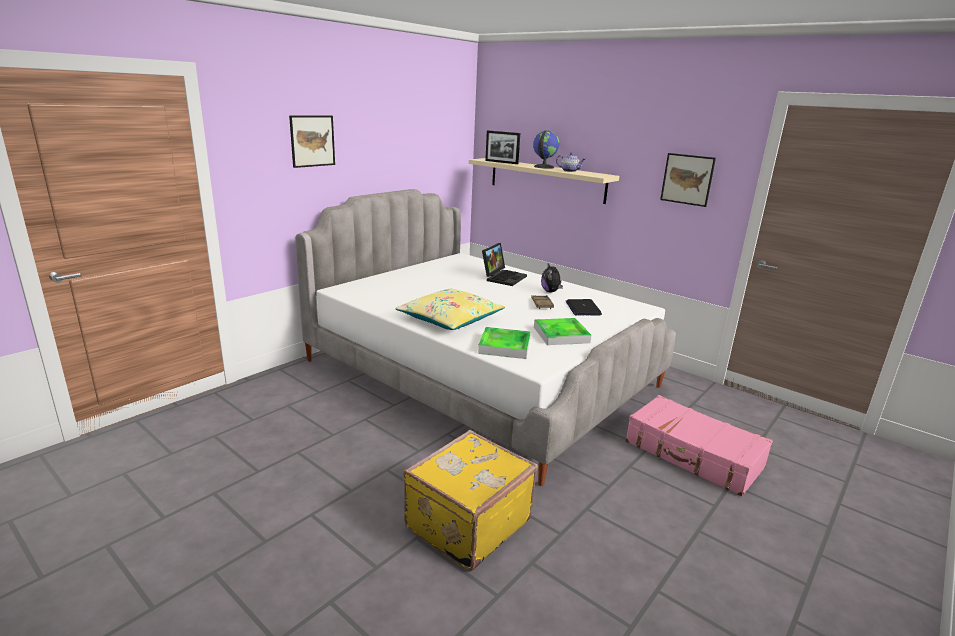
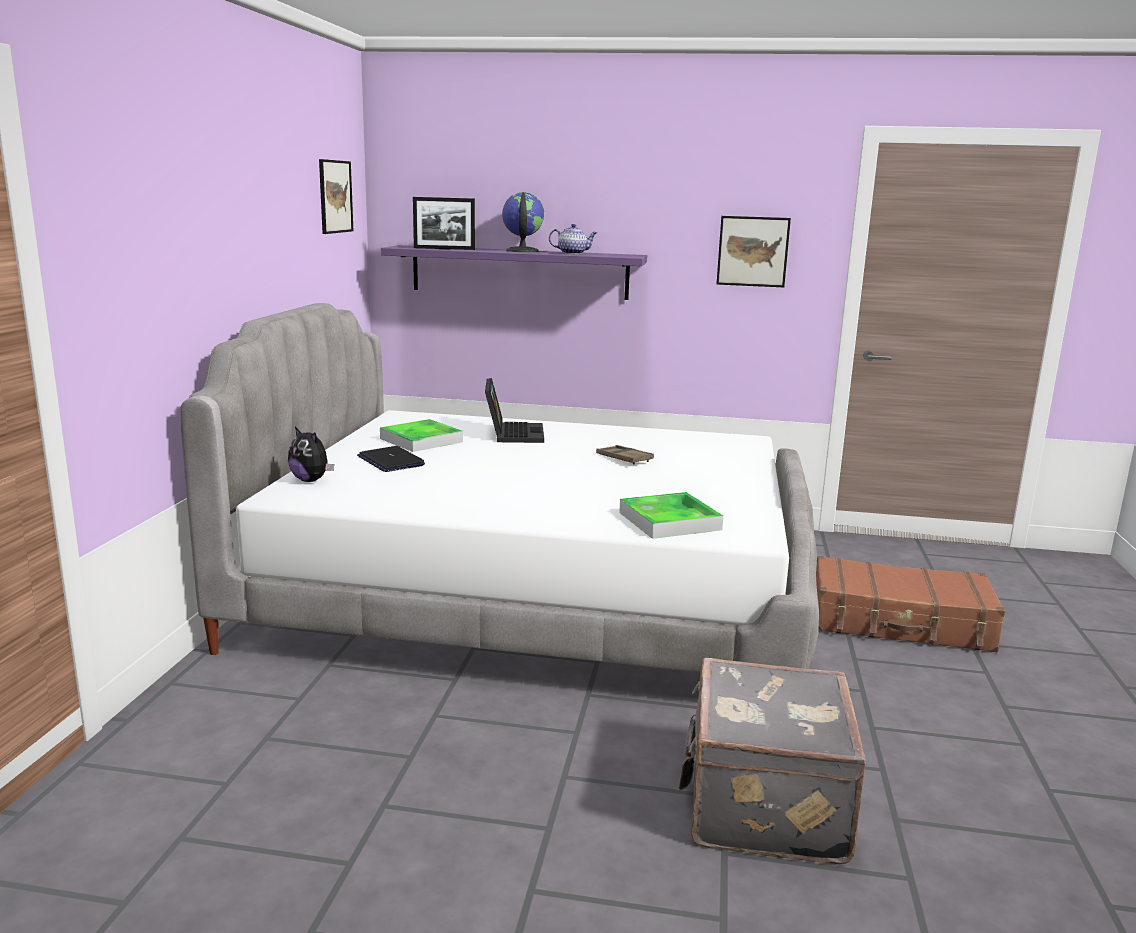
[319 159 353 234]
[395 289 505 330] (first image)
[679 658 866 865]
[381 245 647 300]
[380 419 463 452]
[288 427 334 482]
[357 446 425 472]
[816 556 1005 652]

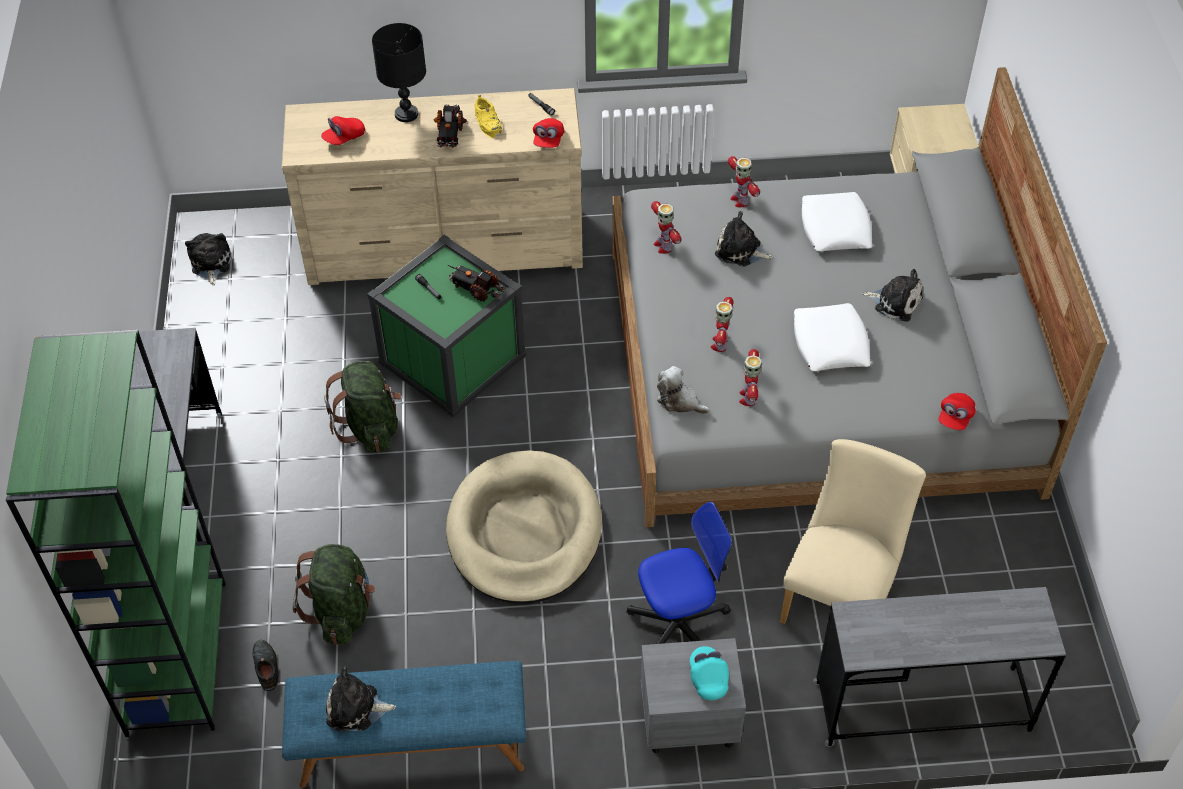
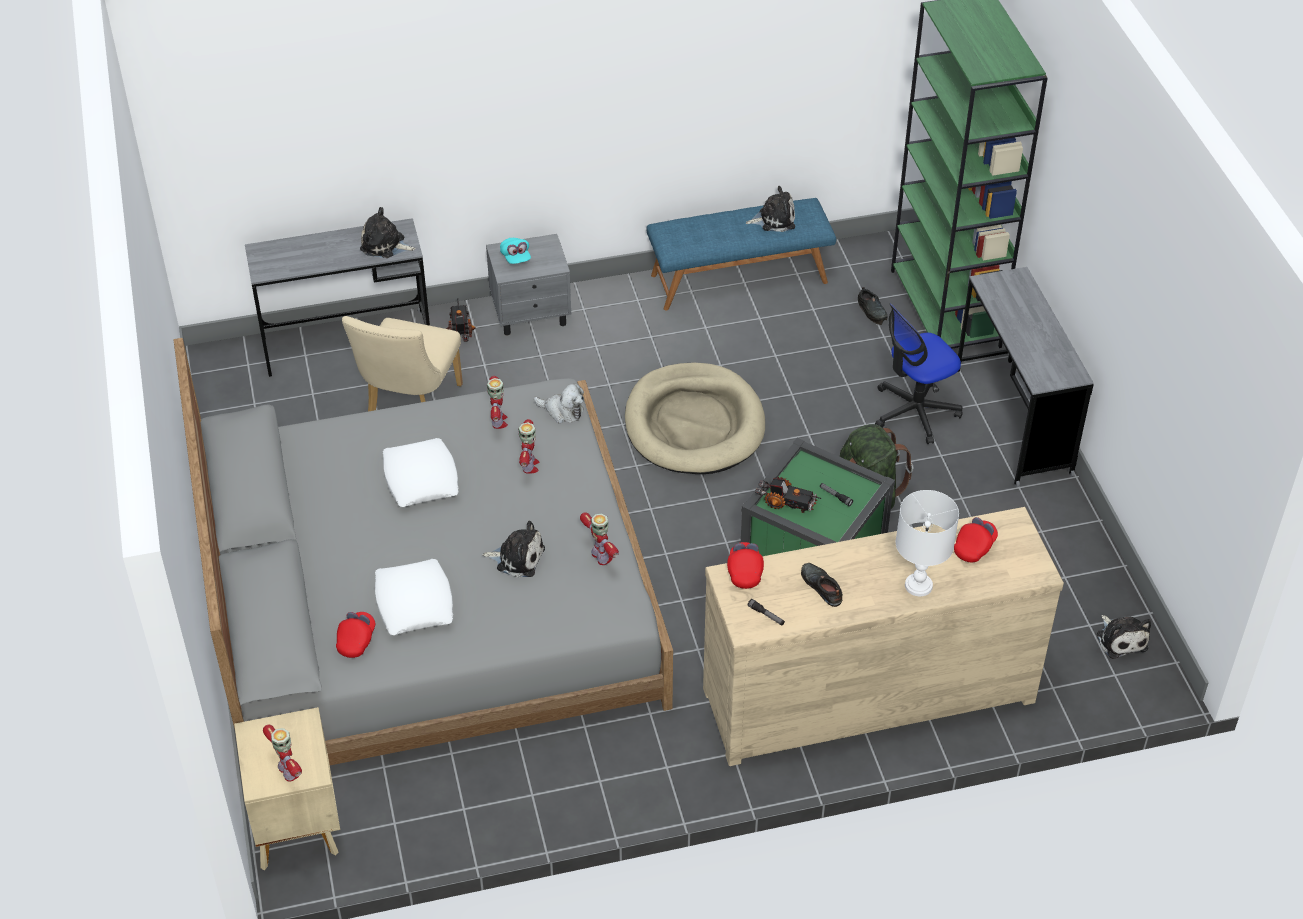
[293 544 375 644] (first image)
[896 490 959 596]
[446 298 476 342]
[801 563 843 607]
[875 303 963 444]
[263 724 302 782]
[360 207 415 258]
[336 612 375 658]

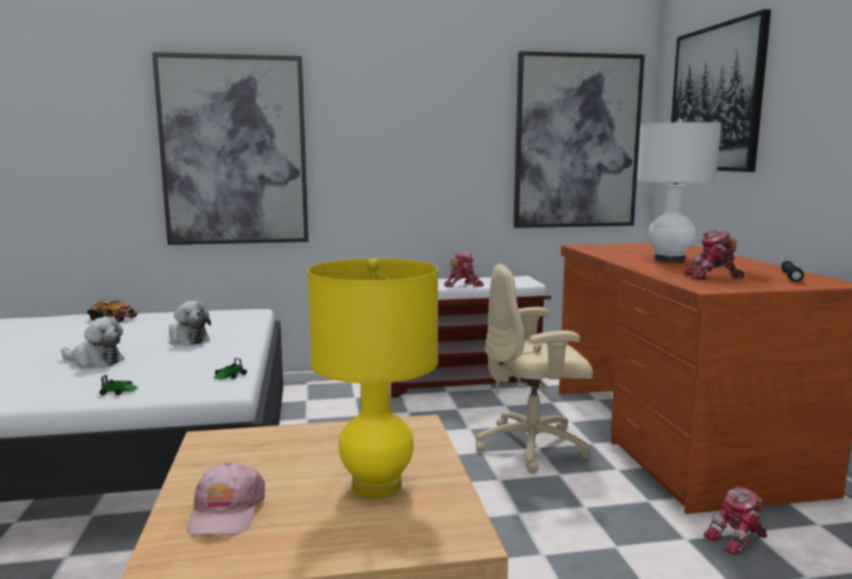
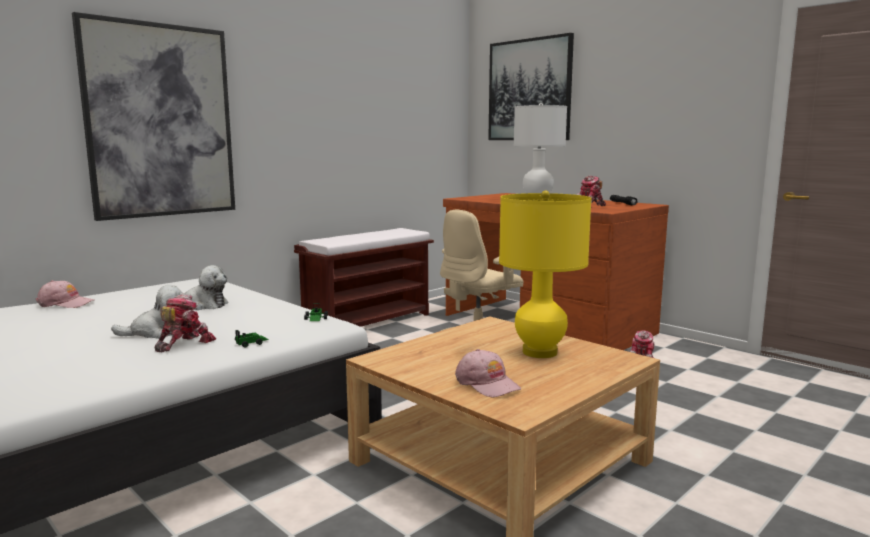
[36 280 94 308]
[155 294 216 353]
[514 51 645 228] (first image)

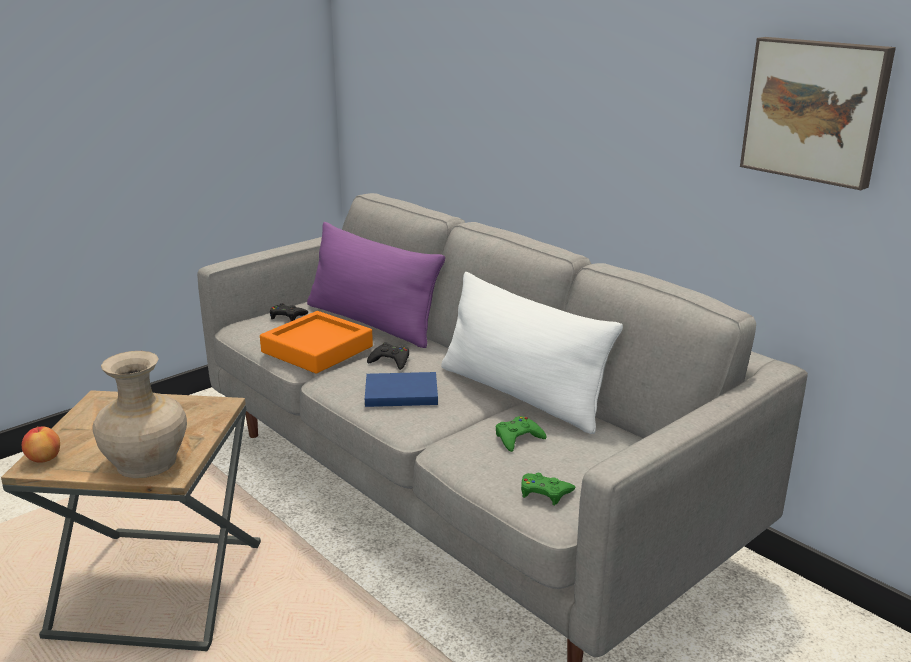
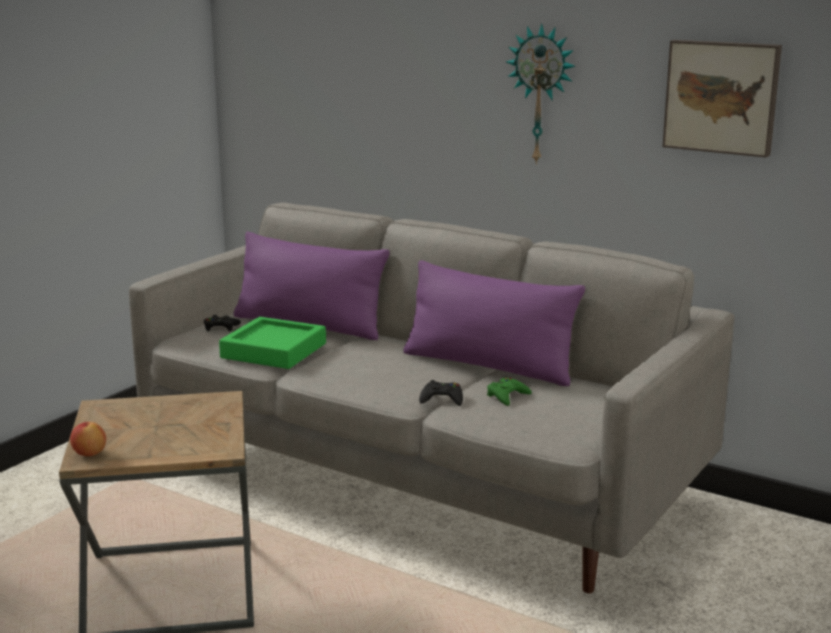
[92 351 187 478] (first image)
[219 317 326 369]
[365 372 438 407] (first image)
[419 380 463 406]
[403 260 585 386]
[521 473 575 505] (first image)
[506 23 575 165]

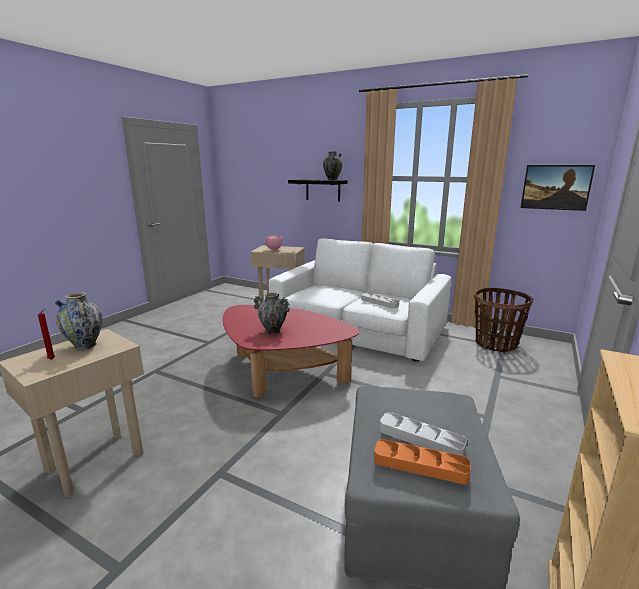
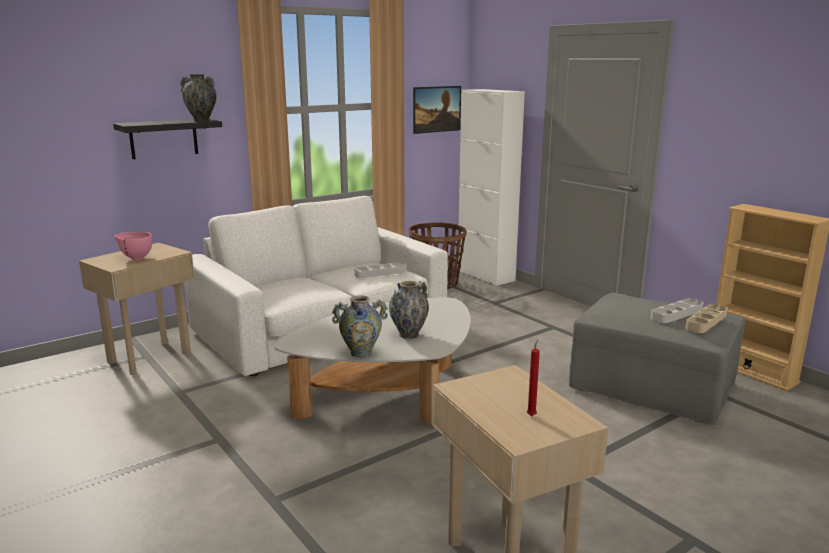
[332 295 388 358]
[274 297 471 426]
[685 304 728 333]
[458 89 525 286]

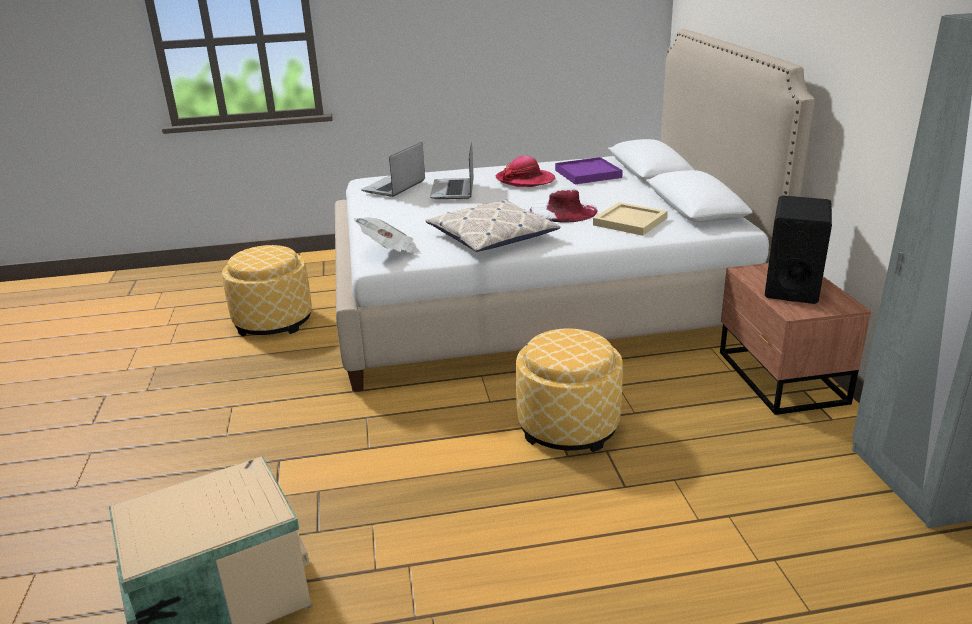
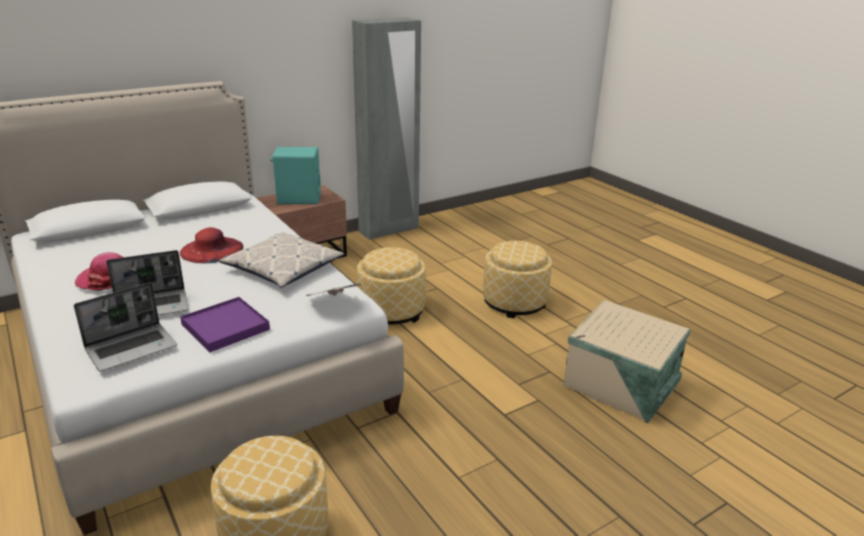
[74 283 177 371]
[180 227 243 263]
[180 297 270 352]
[593 202 668 236] (first image)
[270 147 321 204]
[483 241 552 318]

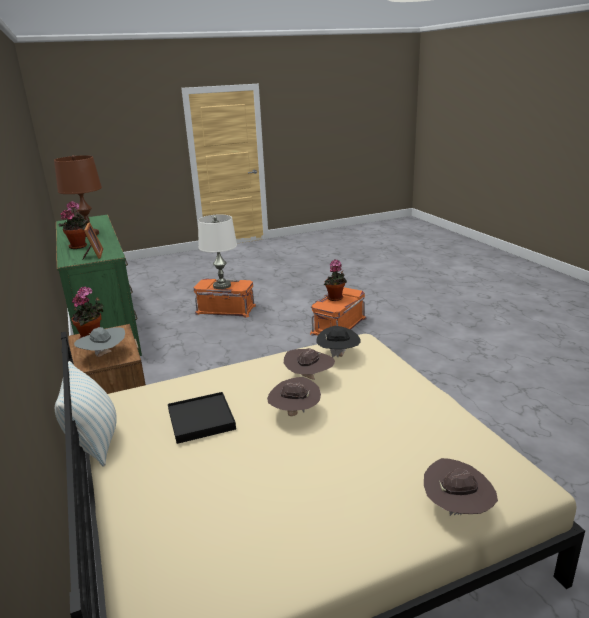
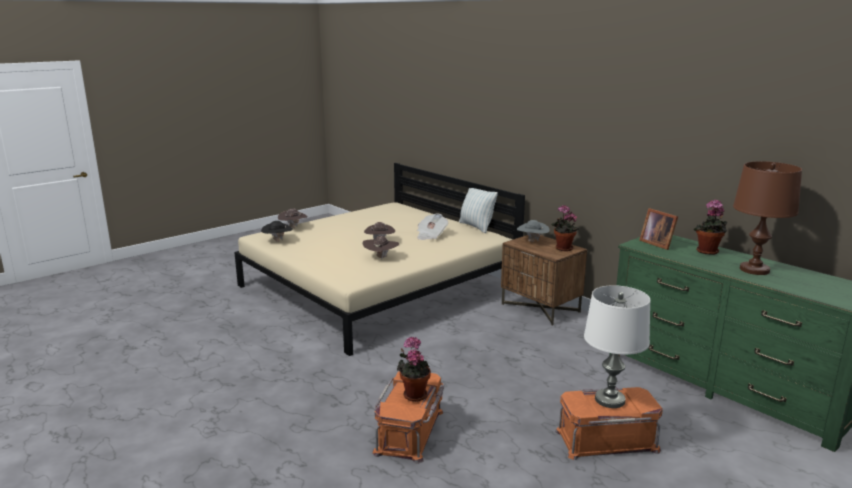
[417 213 448 240]
[261 221 293 242]

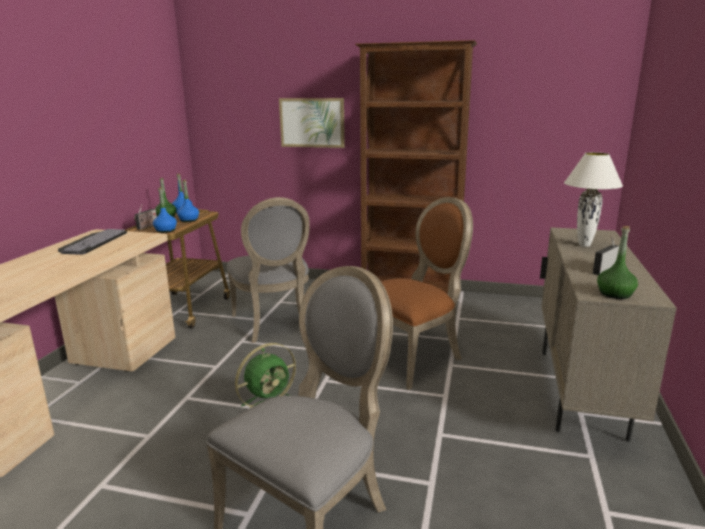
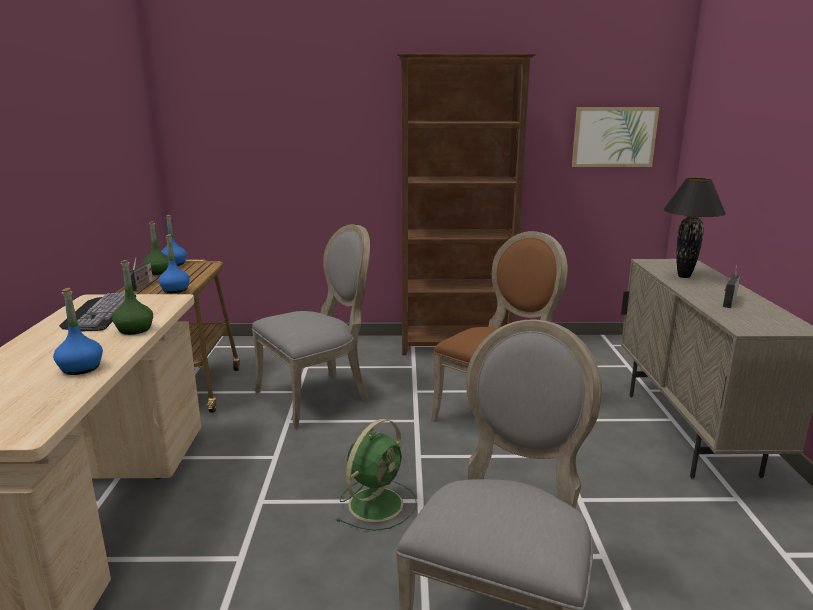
[53 288 103 375]
[252 224 370 429]
[572 107 660 167]
[663 178 726 278]
[112 260 153 335]

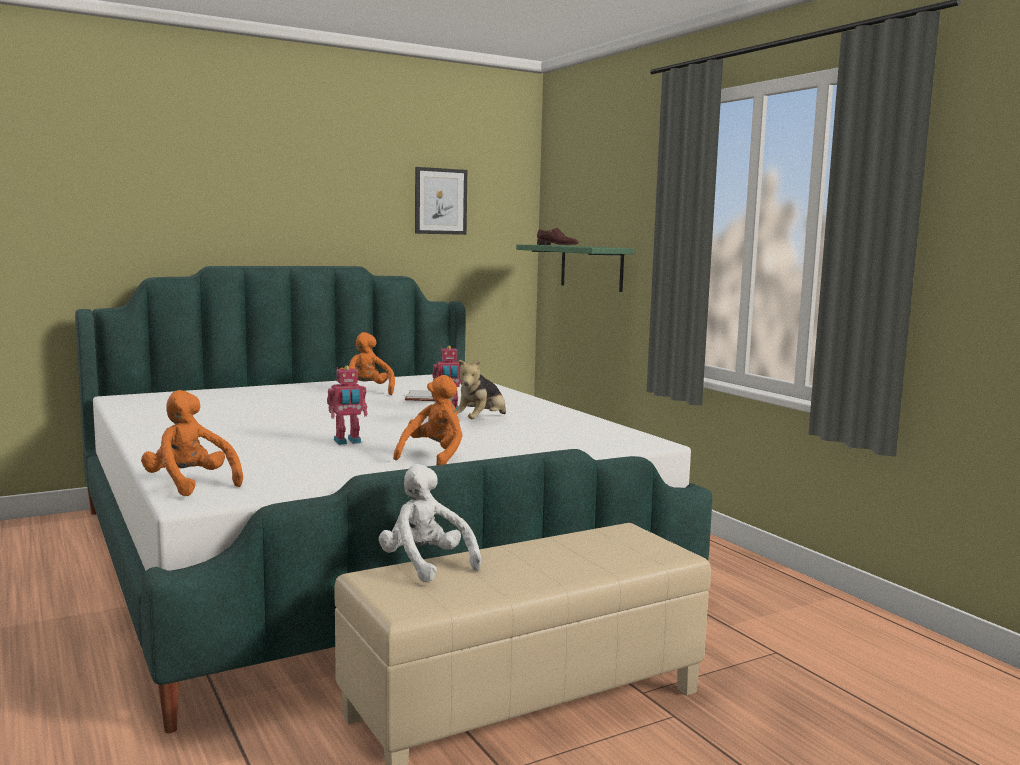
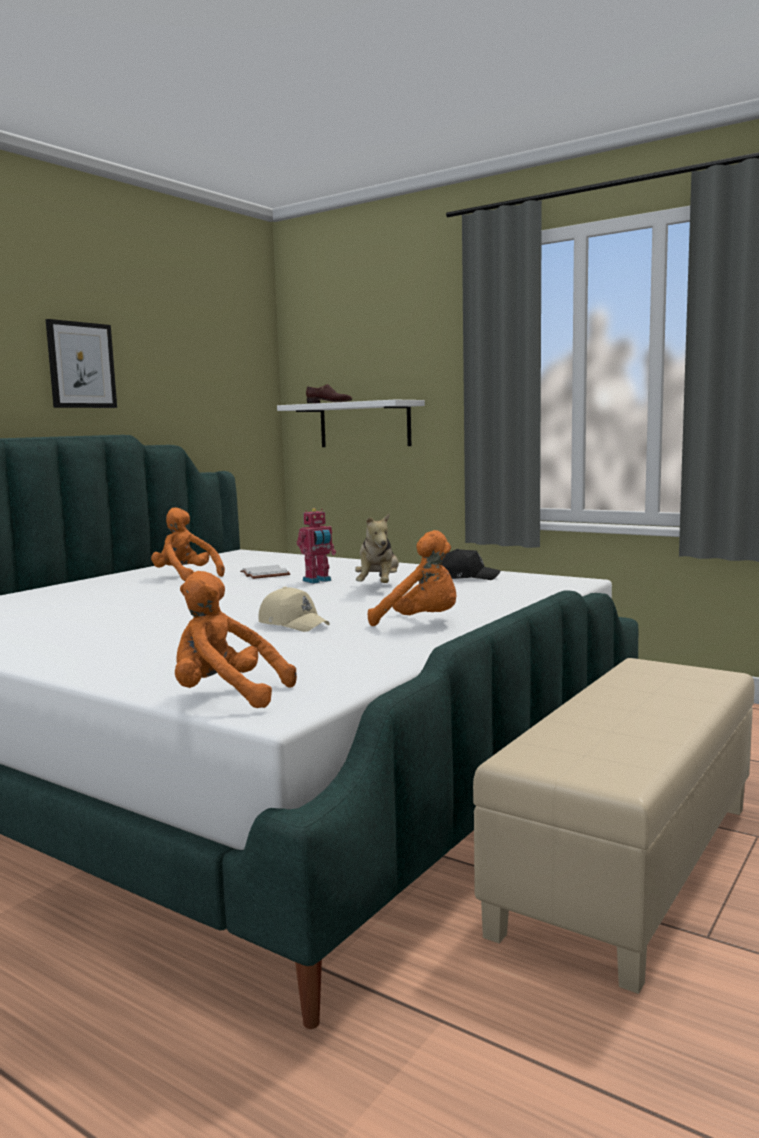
[259 587 330 632]
[379 464 482 583] (first image)
[368 530 456 626]
[45 319 117 408]
[277 400 425 447]
[441 549 501 580]

